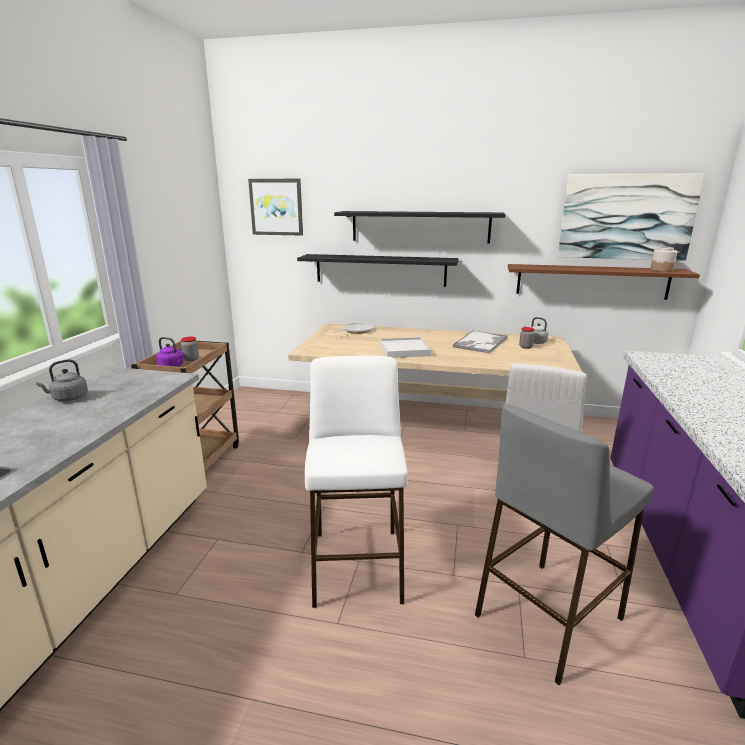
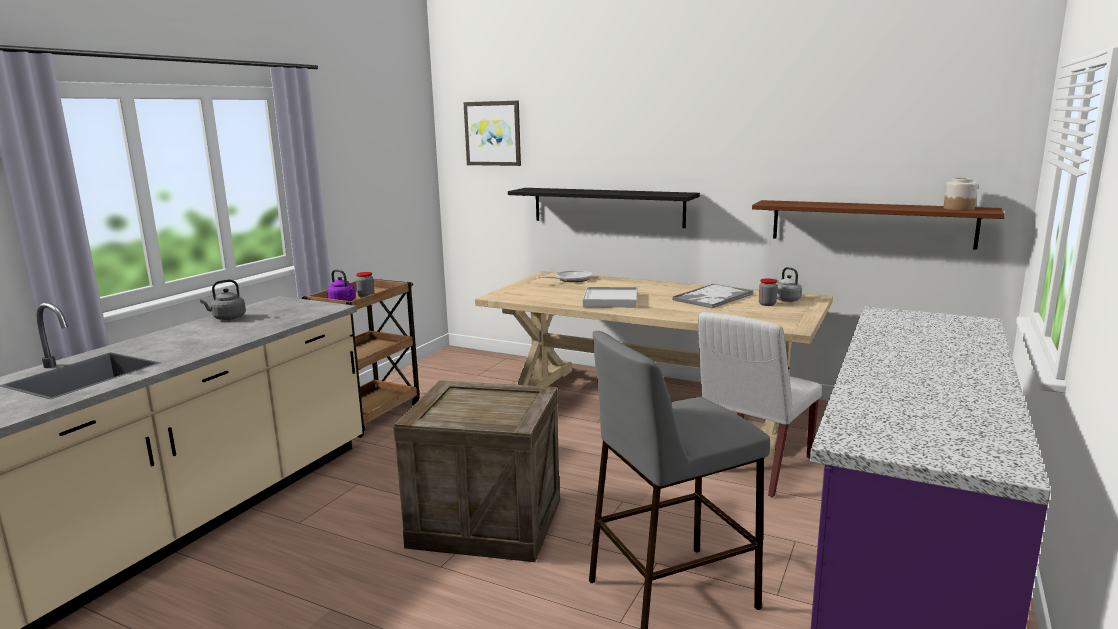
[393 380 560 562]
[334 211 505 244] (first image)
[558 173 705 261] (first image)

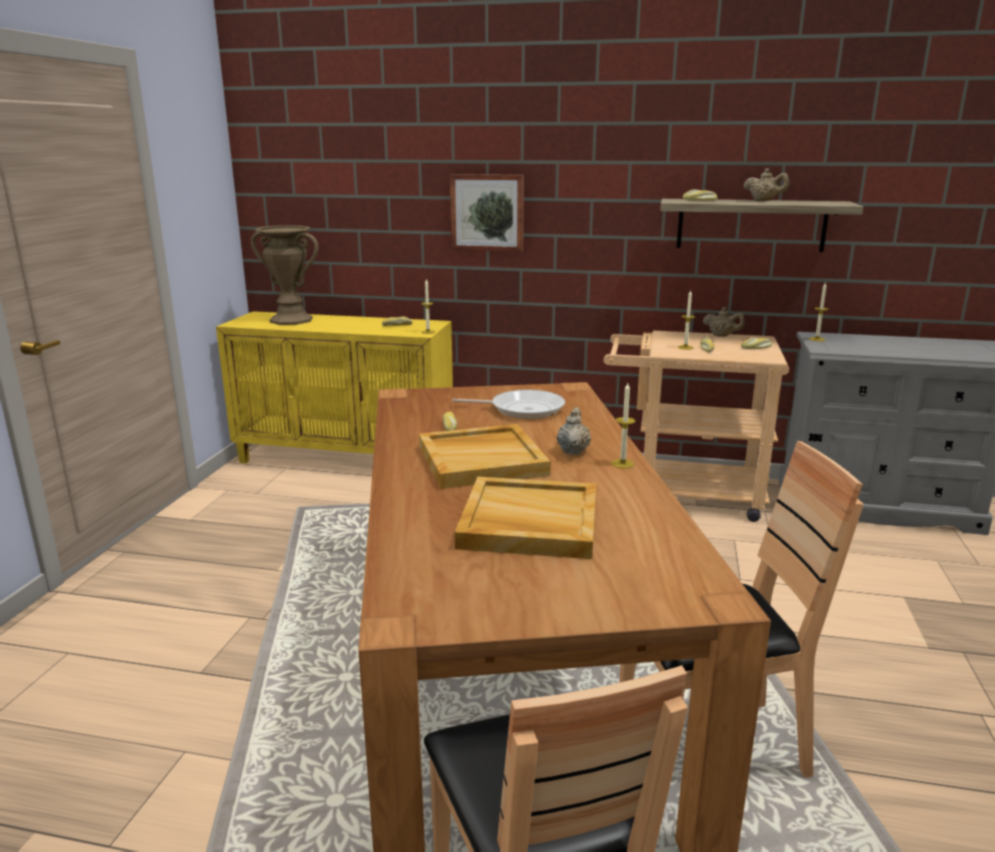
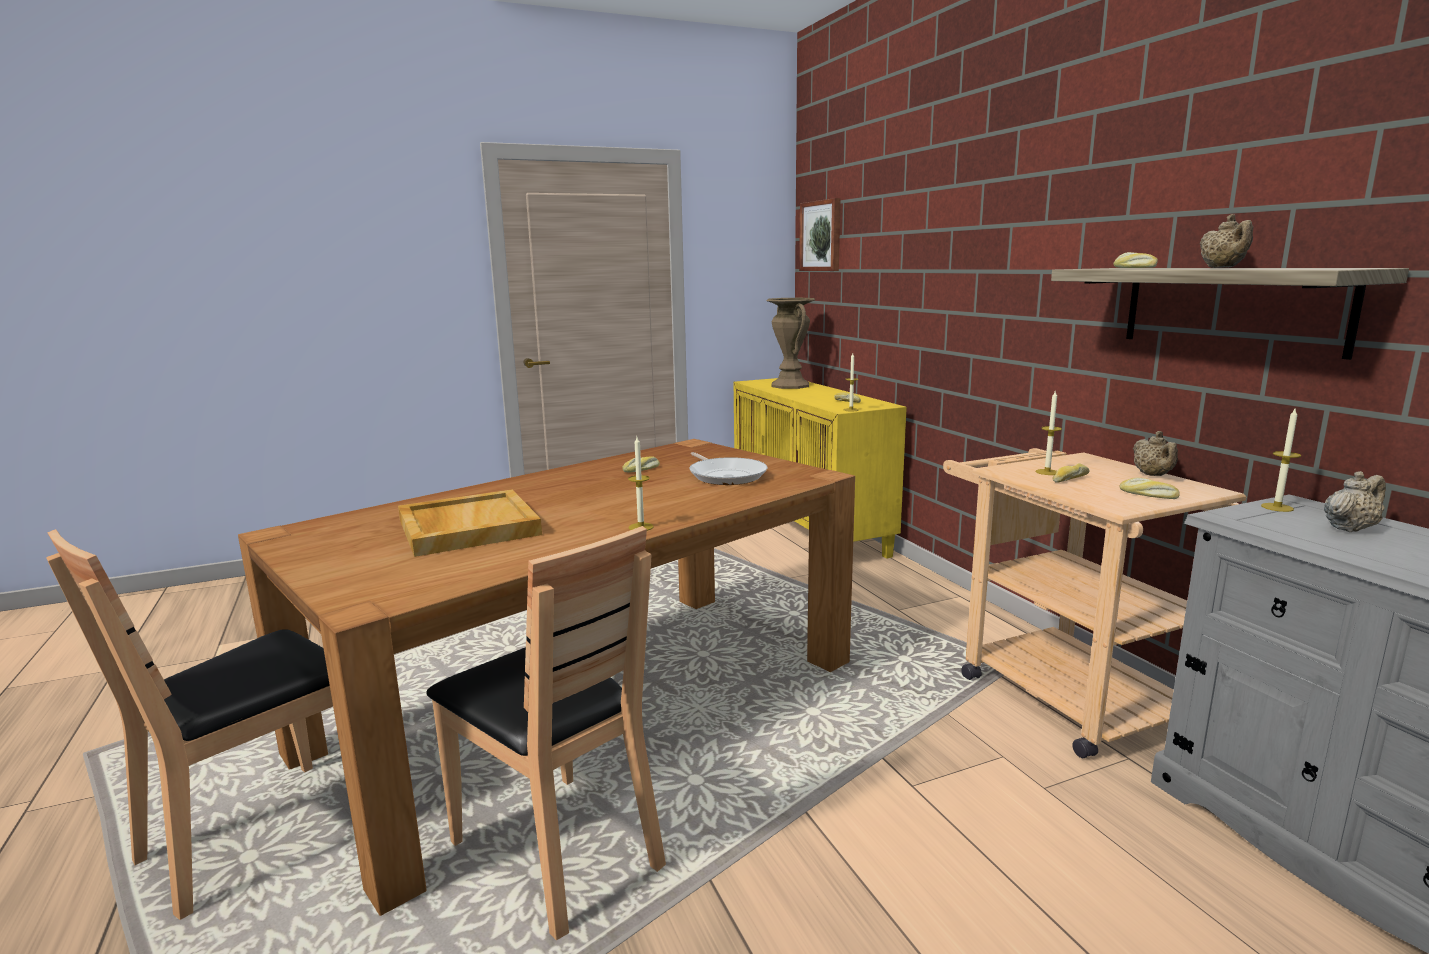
[419 424 551 489] (first image)
[799 198 841 271]
[1324 471 1386 532]

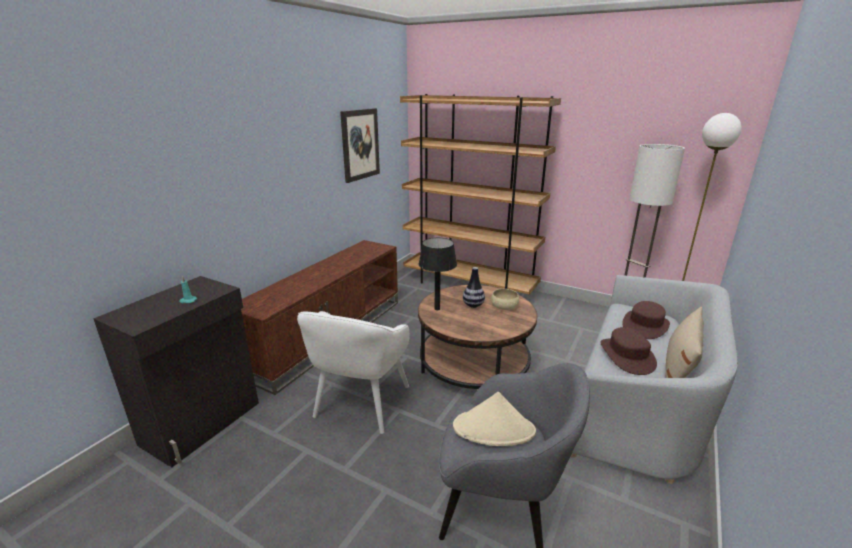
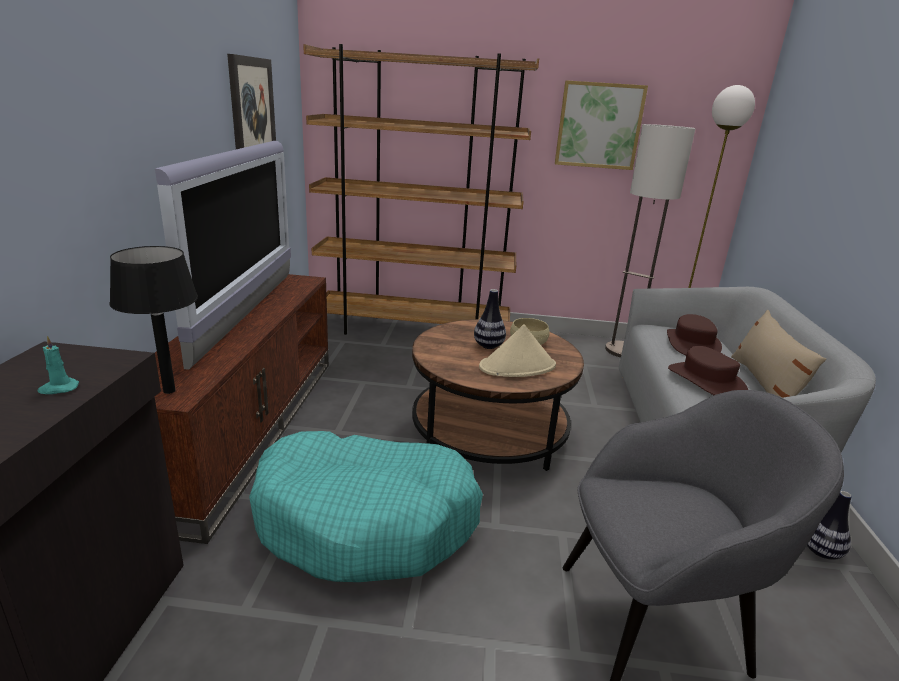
[249 431 483 582]
[109 246 198 394]
[479 325 556 377]
[155 141 291 370]
[555 80 648 170]
[807 491 852 560]

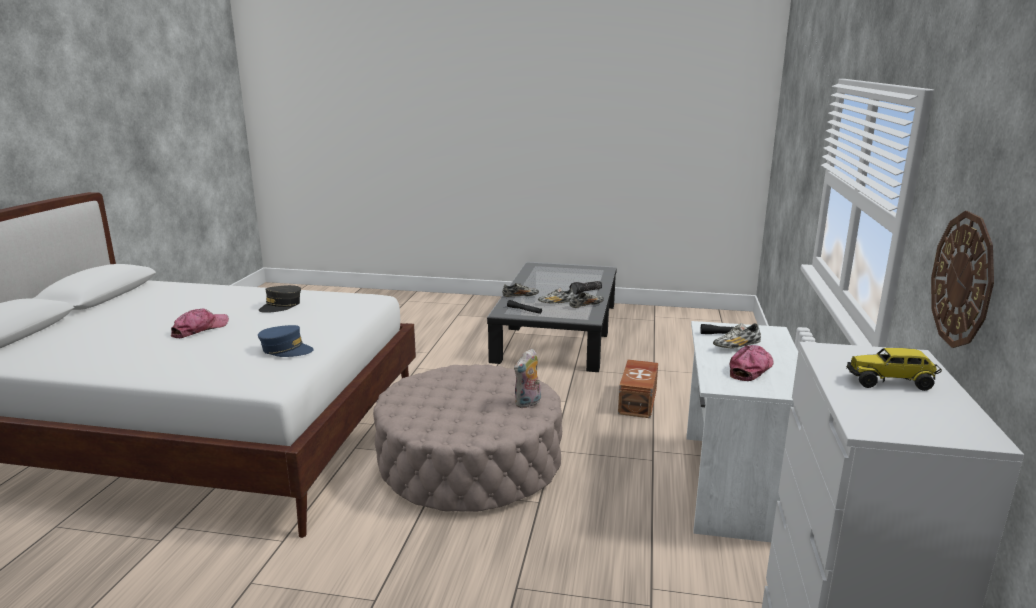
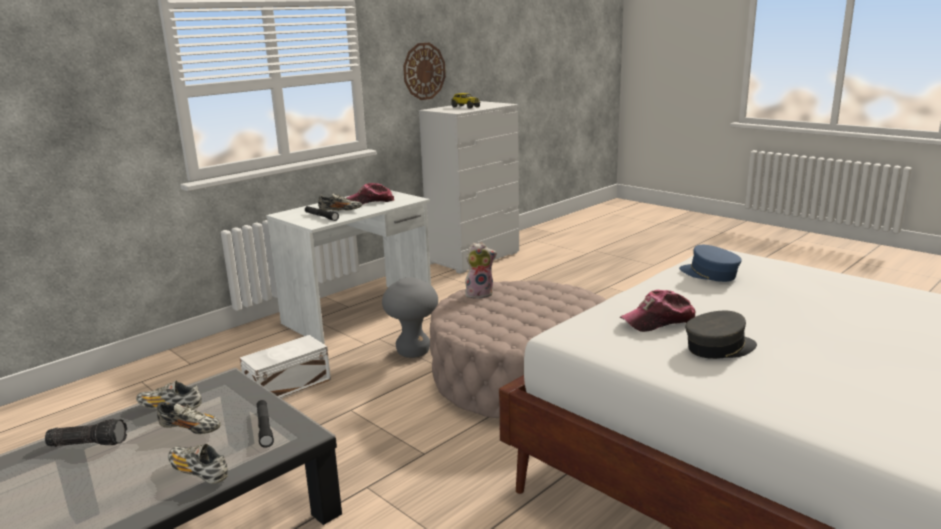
[620 290 695 332]
[240 335 331 399]
[382 277 438 358]

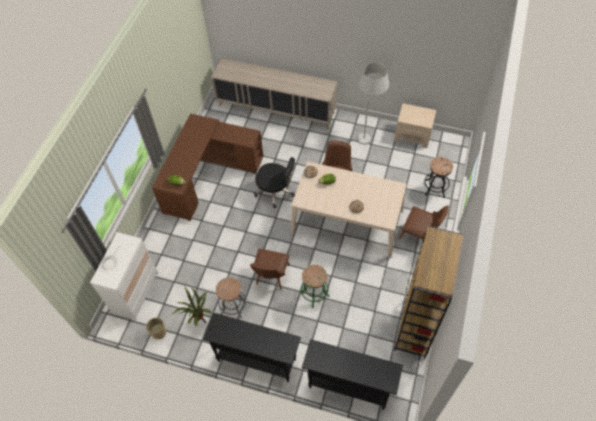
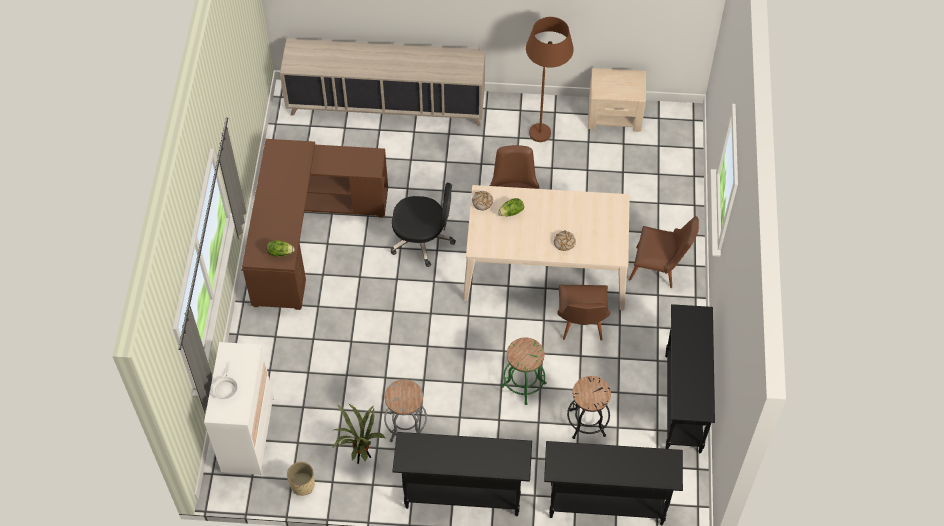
[557 284 610 341]
[526 17 574 142]
[665 304 715 454]
[567 376 611 439]

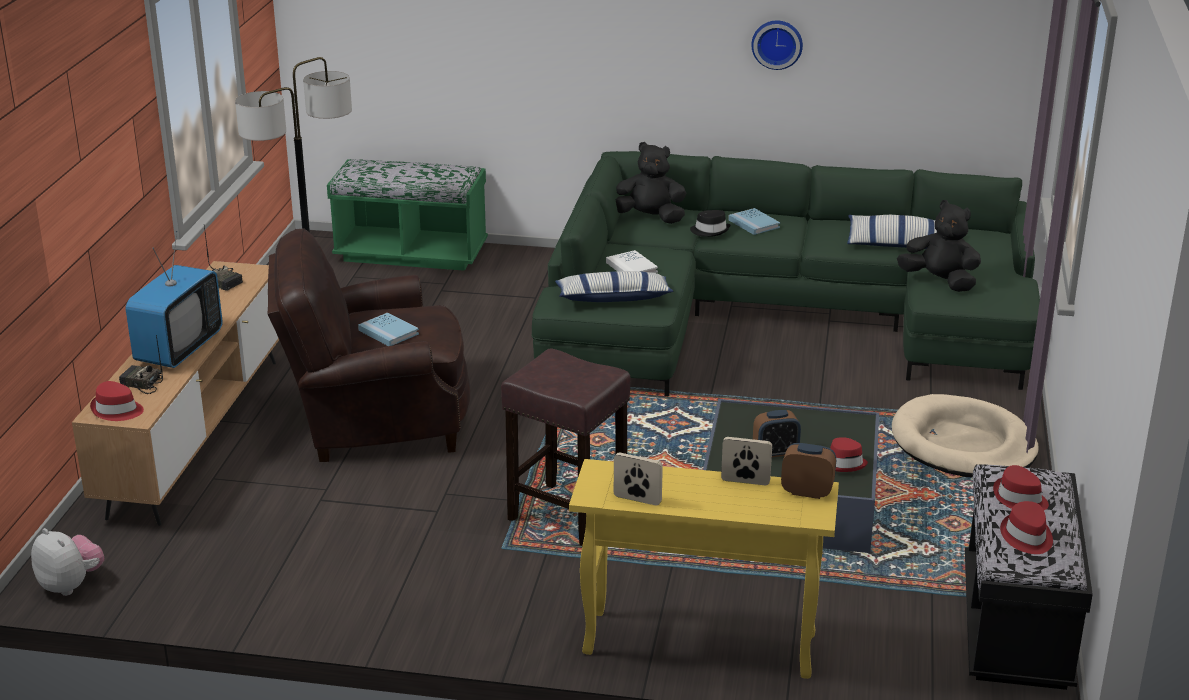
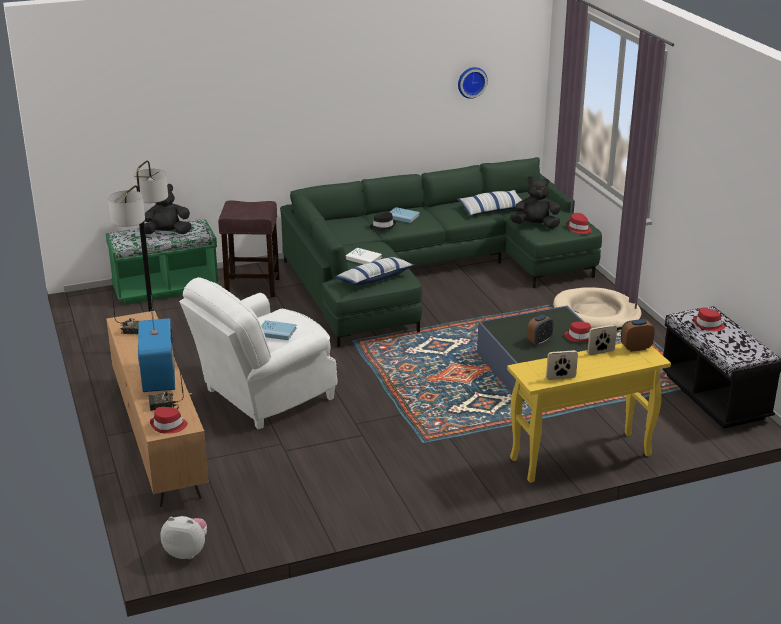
[179 277 338 429]
[218 201 280 297]
[139 184 192 234]
[458 67 488 99]
[567 213 592 234]

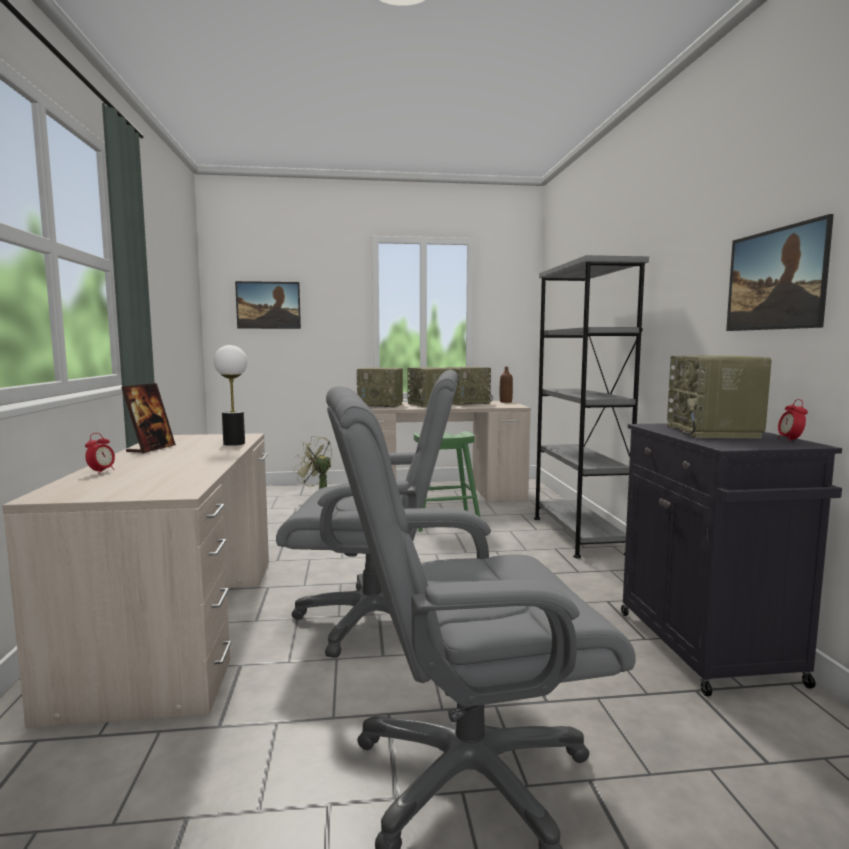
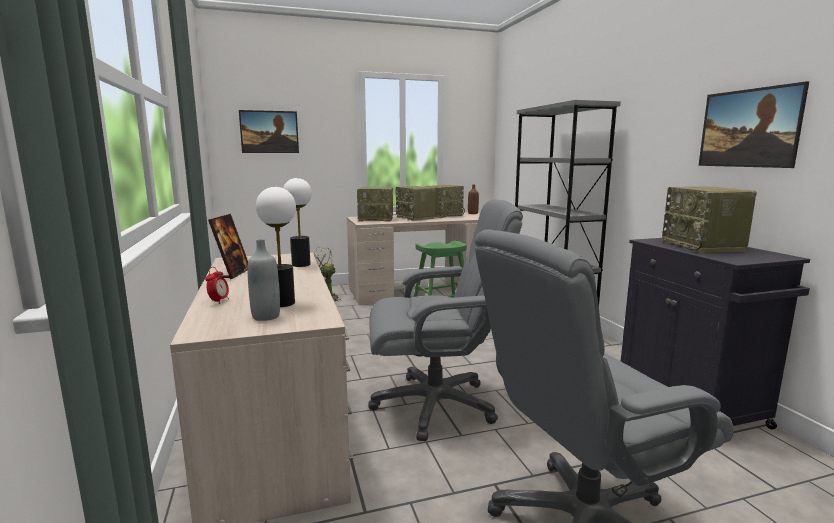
[778 399 808 442] (first image)
[247 239 280 321]
[256 187 296 307]

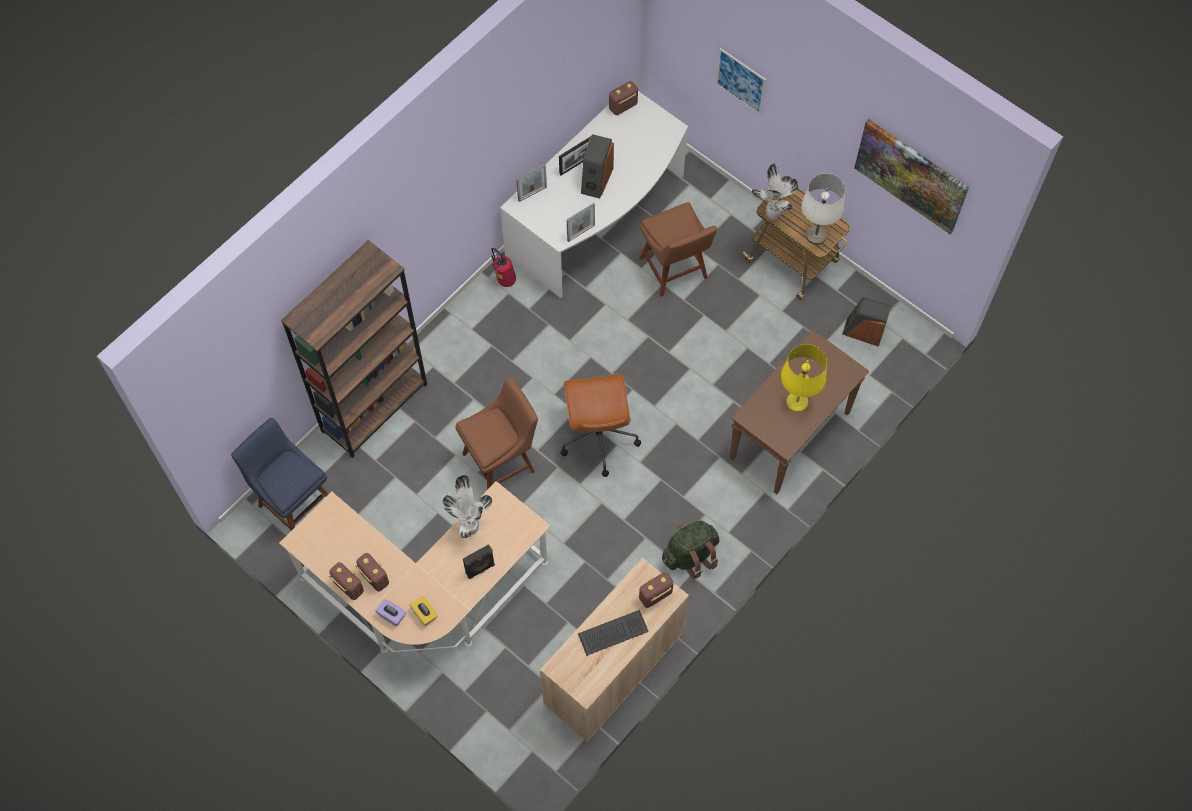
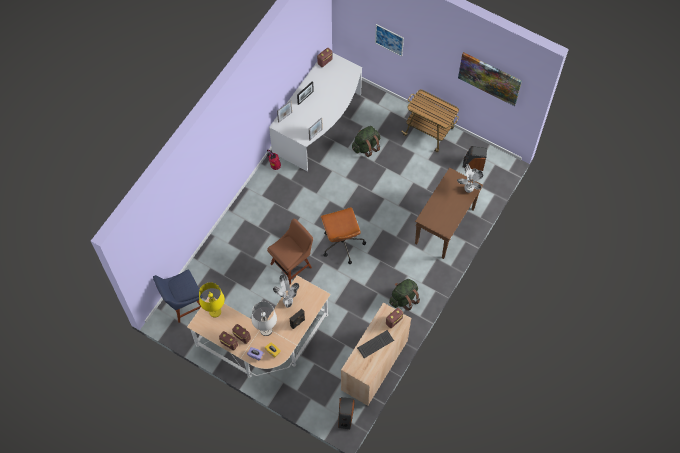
[153 269 203 323]
[281 240 427 458] (first image)
[338 397 355 429]
[352 126 380 157]
[457 164 483 193]
[199 282 225 317]
[251 301 277 336]

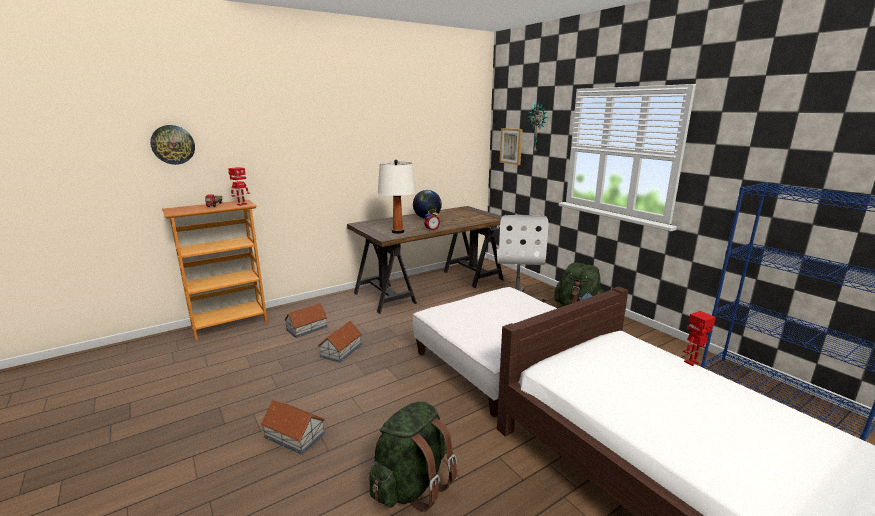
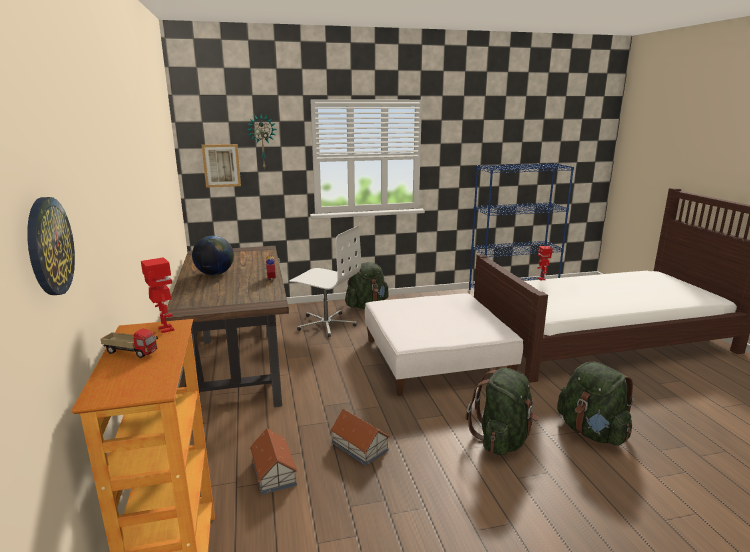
[260 400 325 455] (first image)
[378 160 416 234] (first image)
[466 368 538 455]

